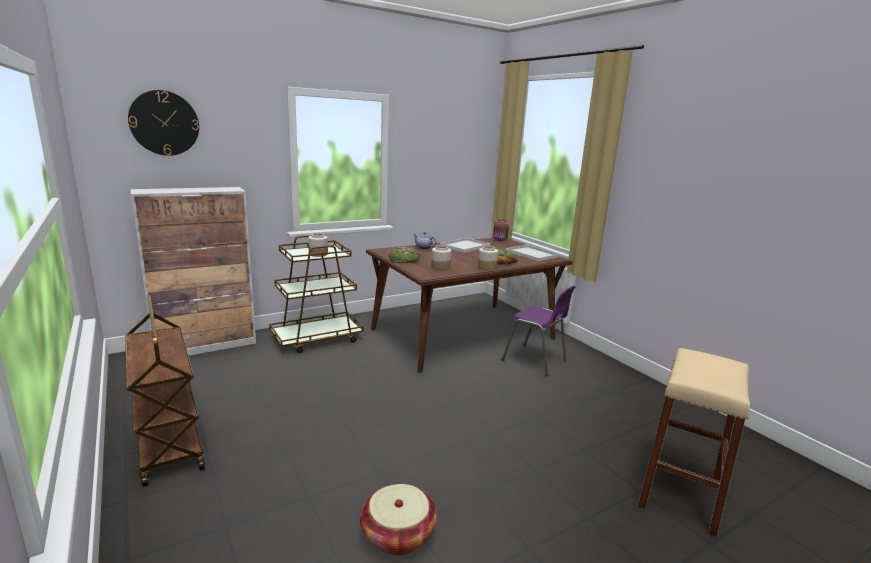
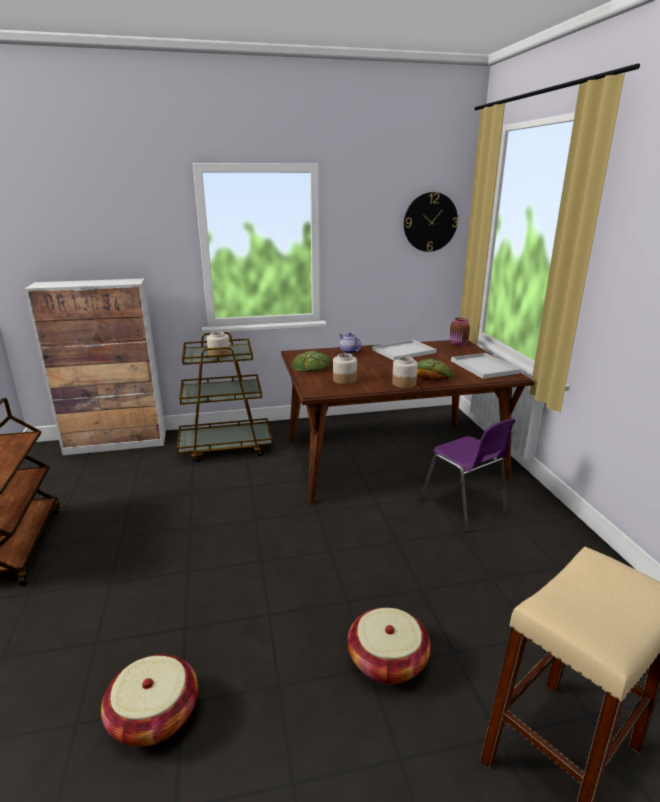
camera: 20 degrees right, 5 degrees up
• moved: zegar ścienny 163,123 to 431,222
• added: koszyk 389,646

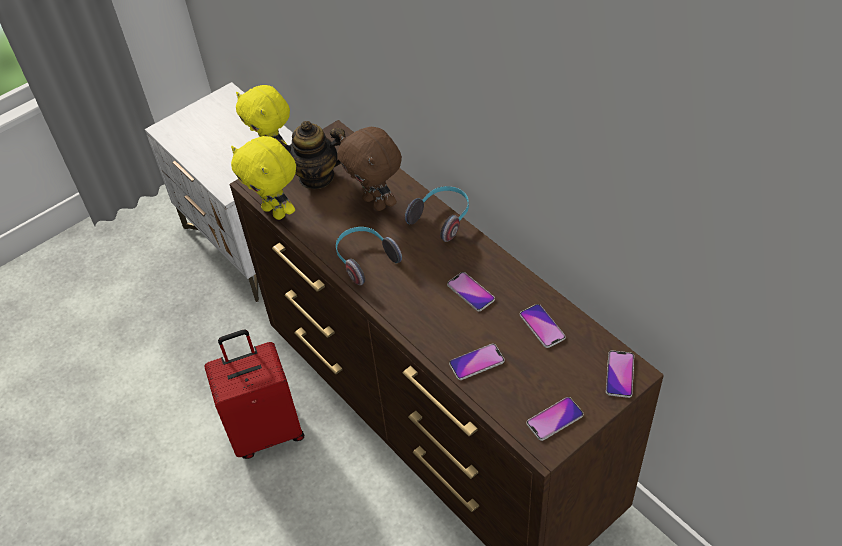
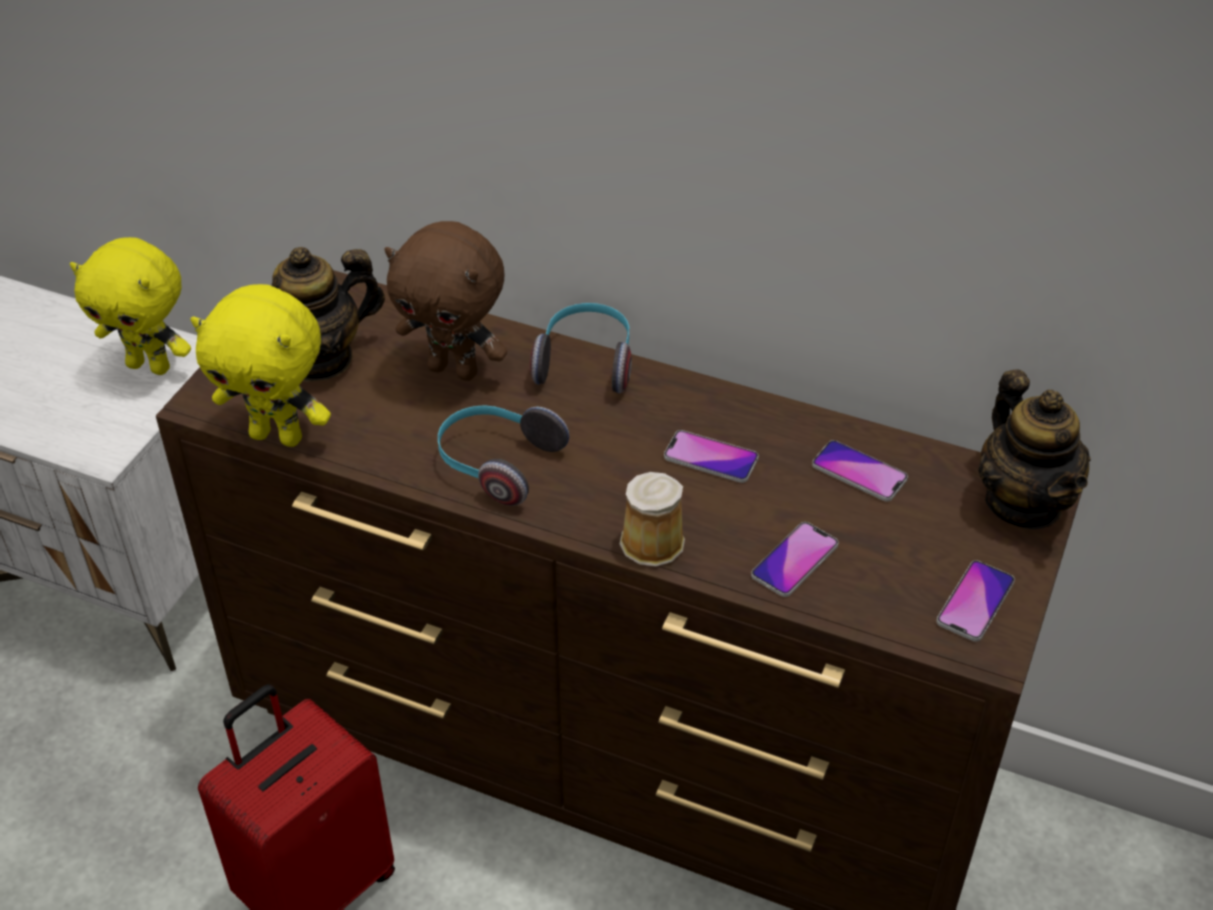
camera: 30 degrees left, 5 degrees down
• replaced: telefon 620,374 to imbryk 1034,450
• added: kubek 652,519

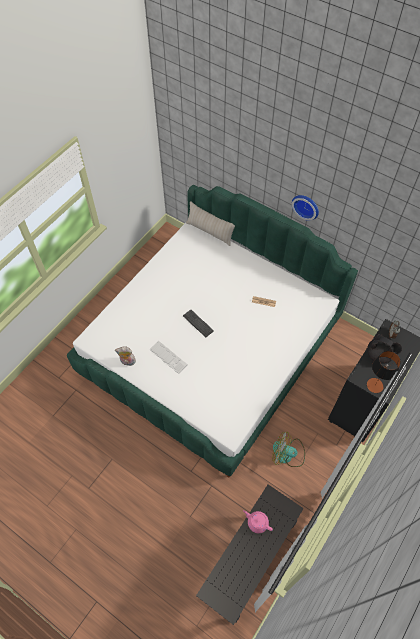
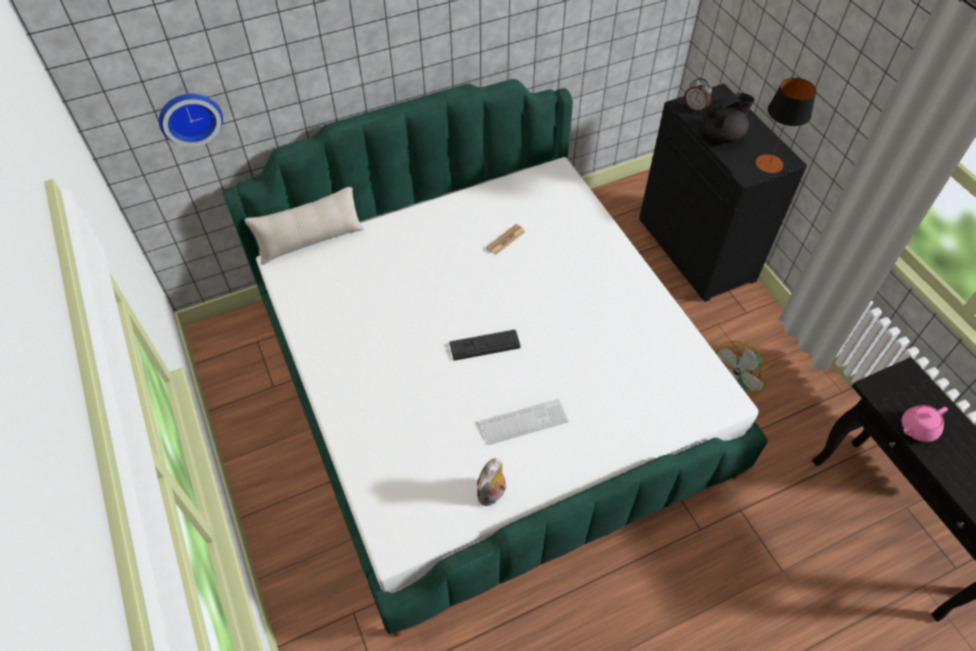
camera: 60 degrees left, 5 degrees down
• moved: zegar ścienny 305,208 to 191,120

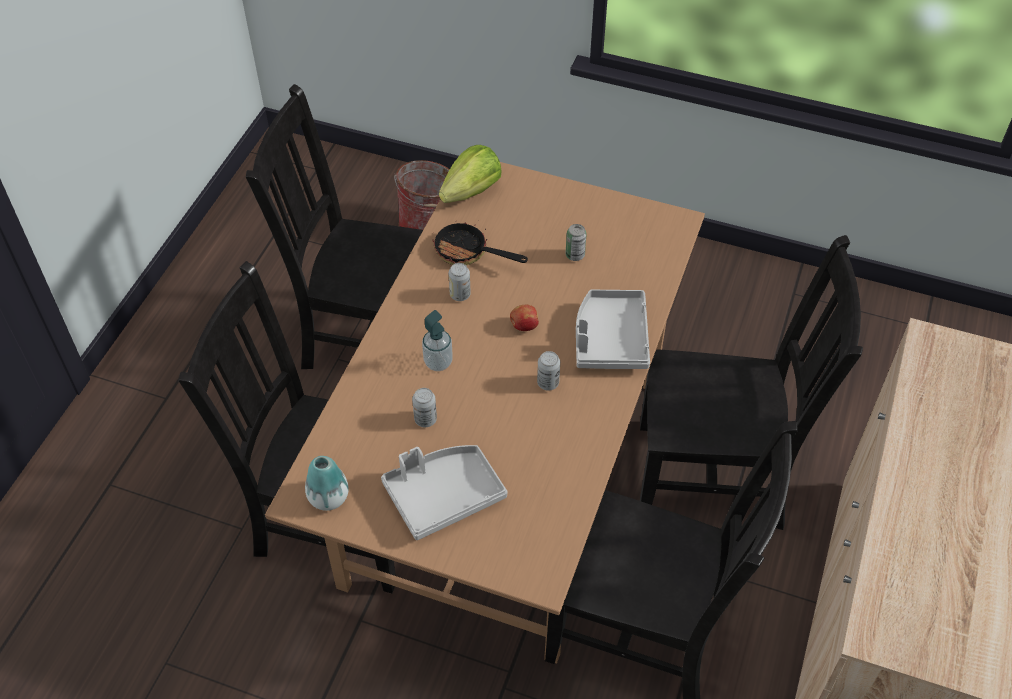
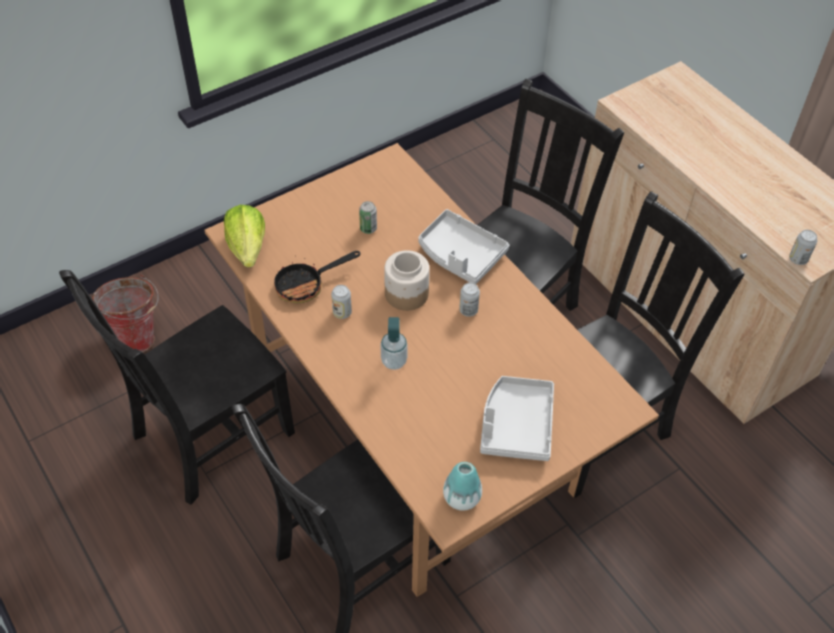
camera: 55 degrees left, 0 degrees up
• moved: puszka 424,407 to 803,247
• replaced: jabłko 524,318 to słoik 407,280

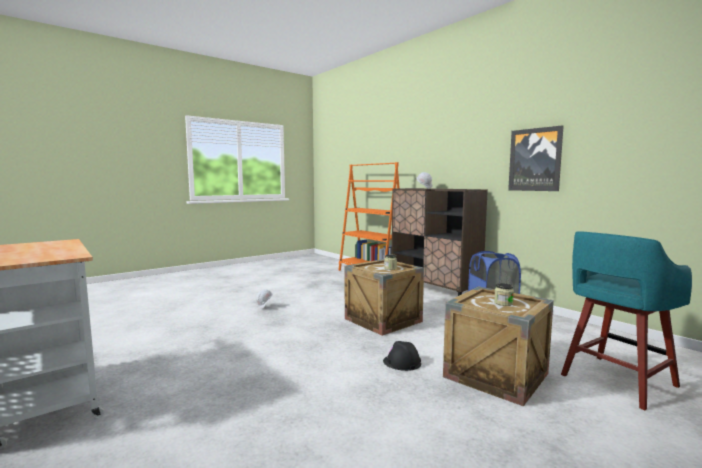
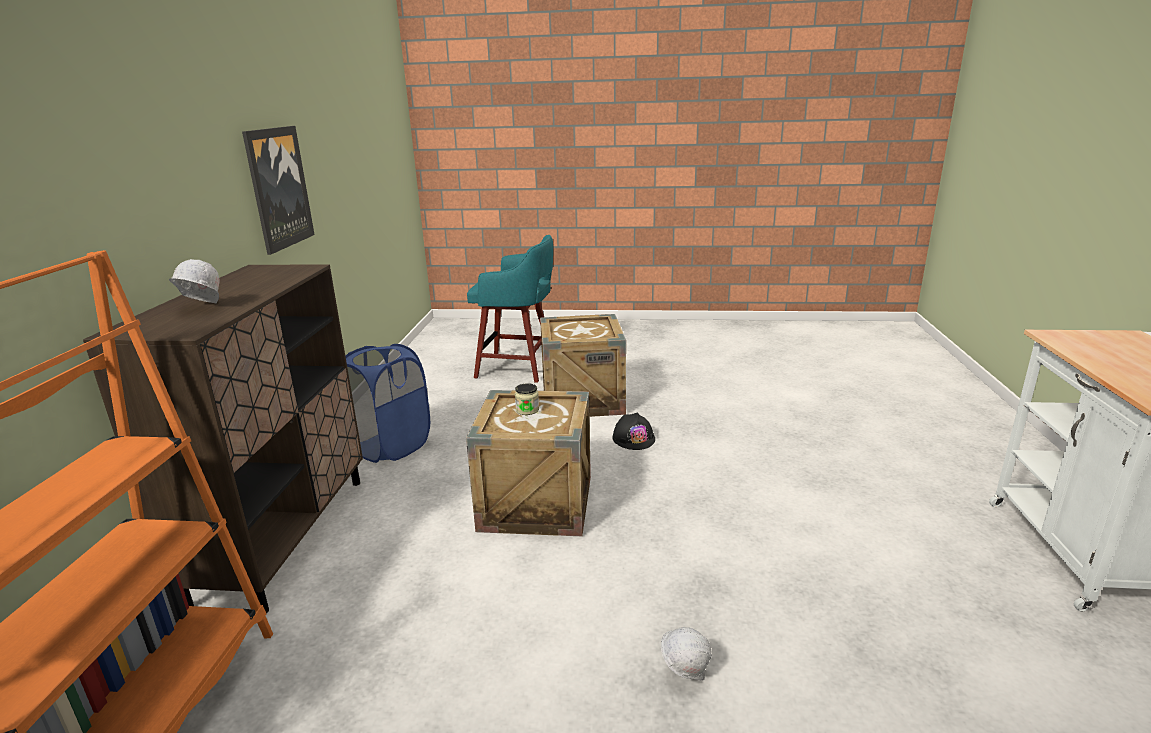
camera: 135 degrees left, 15 degrees up
• removed: słoik 504,294

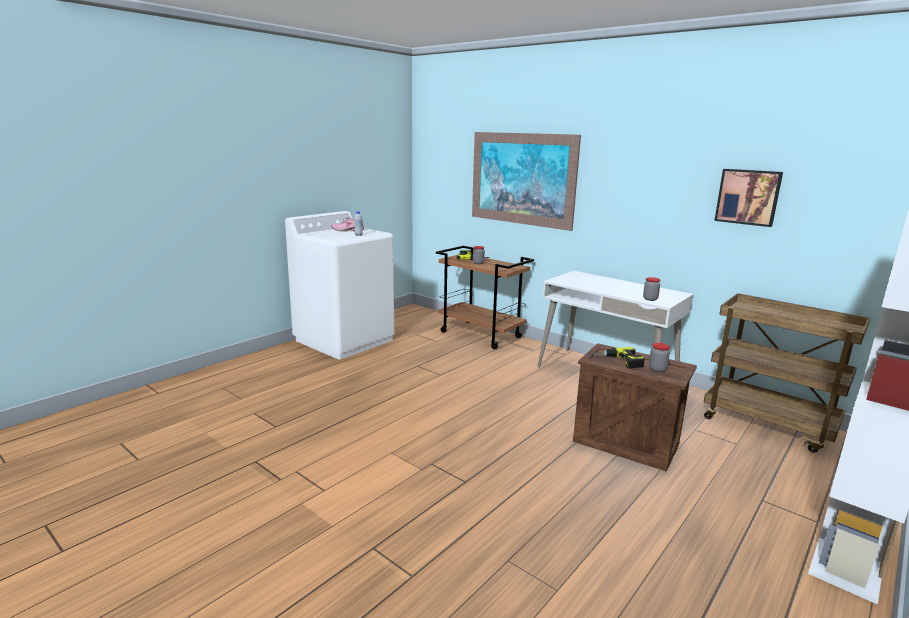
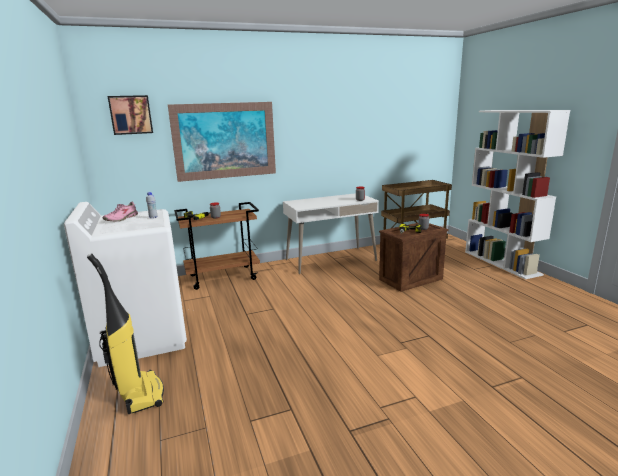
camera: 60 degrees left, 0 degrees up
• moved: obraz 748,198 to 130,115
• added: odkurzacz 125,333

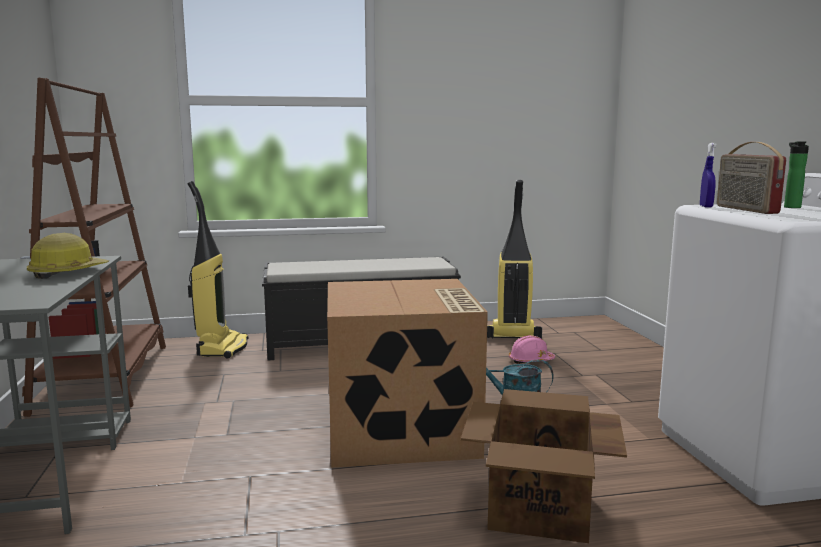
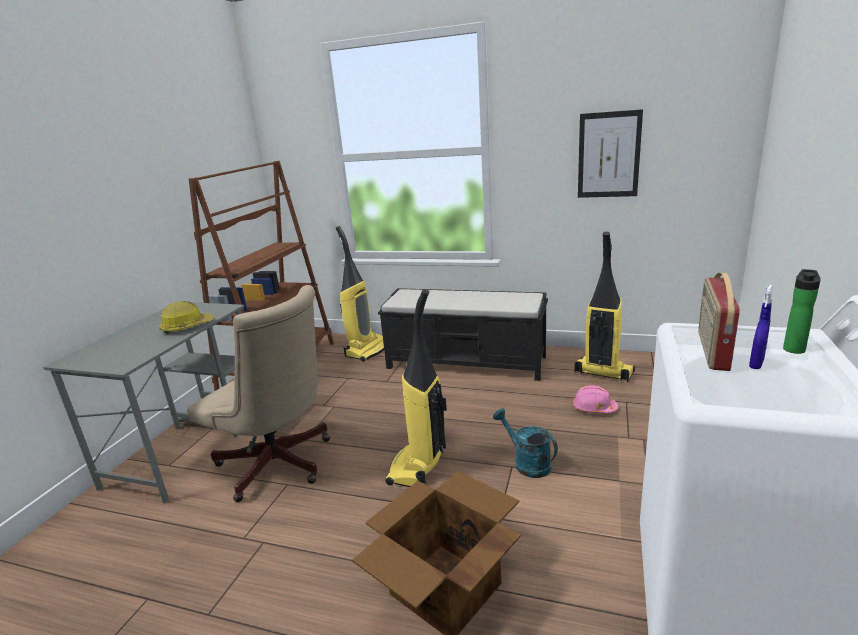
camera: 30 degrees right, 10 degrees up
• replaced: karton 407,373 to odkurzacz 416,388
• moved: spryskiwacz/niebieski 708,175 to 761,327
• added: krzesło biurowe/beżowy 258,393
• added: obraz 610,153

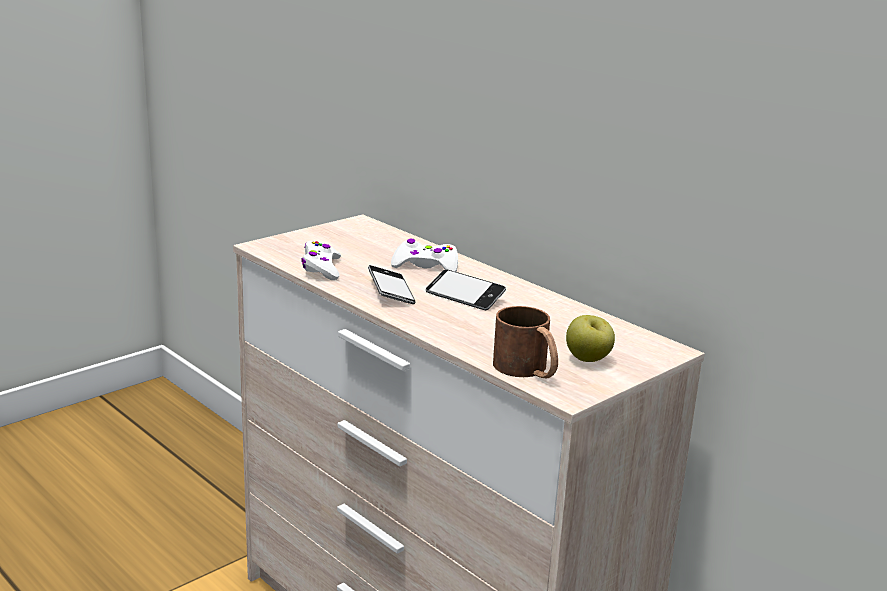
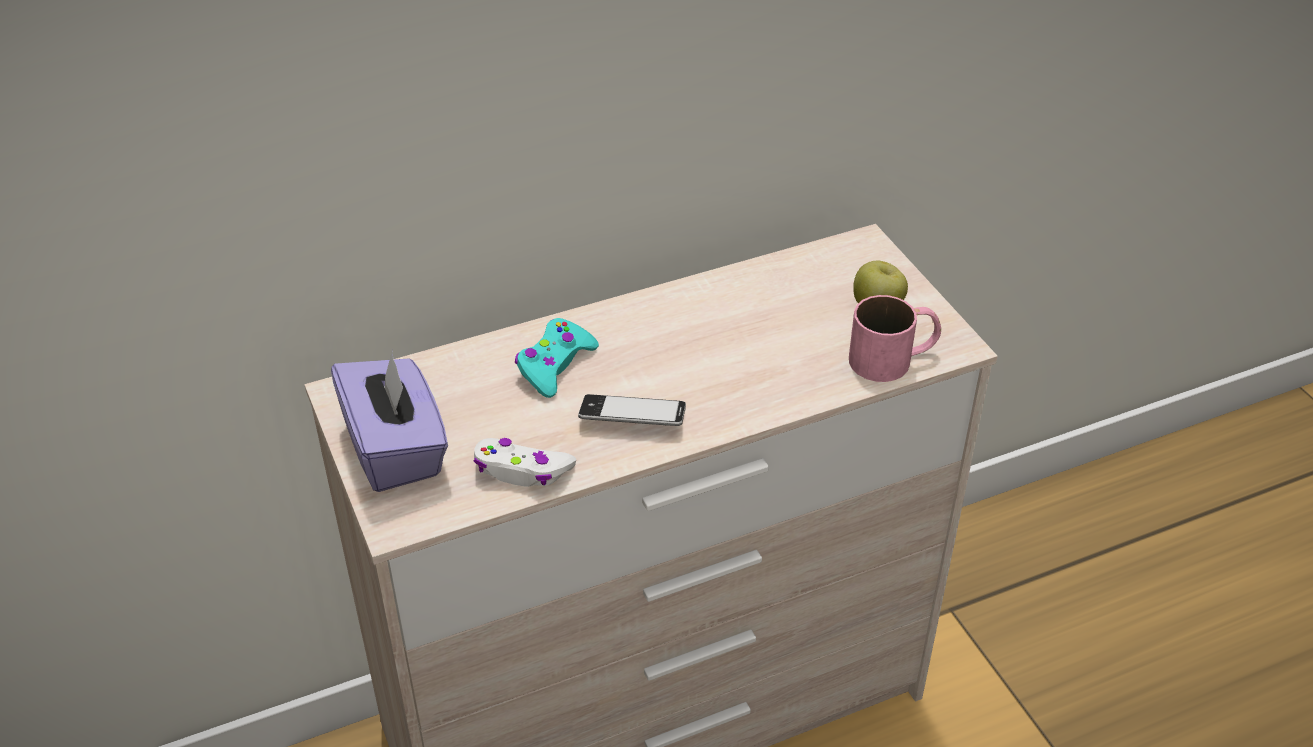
camera: 70 degrees left, 20 degrees up
• recoloured: pad do gier/biały 424,255 to pad do gier/turkusowy 557,358
• removed: telefon 466,289
• recoloured: kubek/brązowy 525,342 to kubek/różowy 895,338
• added: pudełko chusteczek/fioletowy 389,421

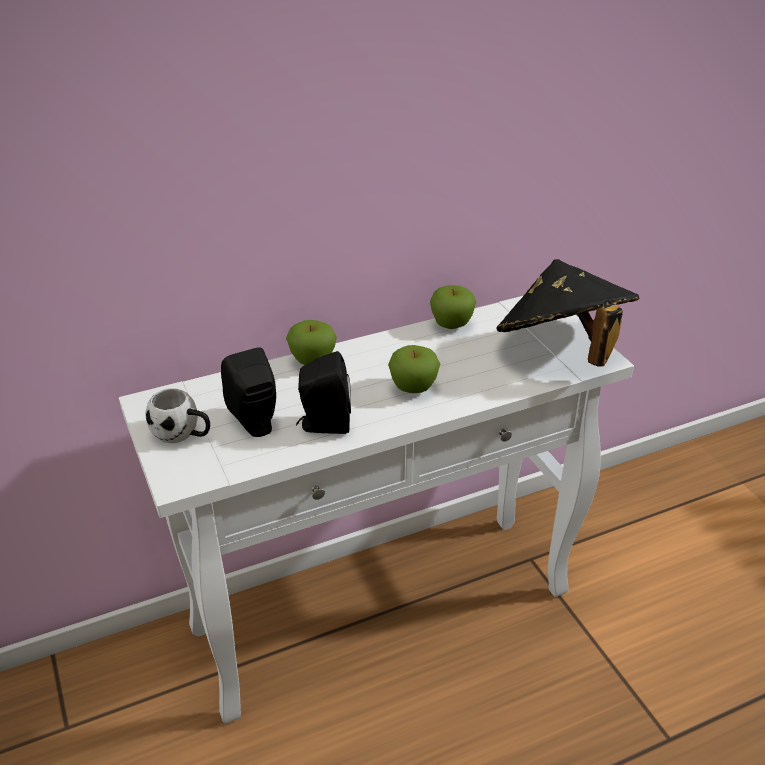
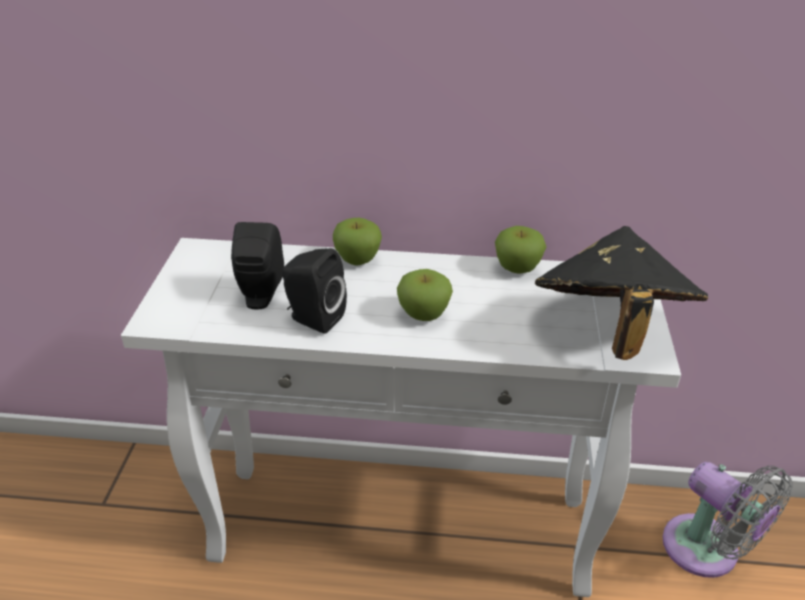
camera: 30 degrees right, 0 degrees up
• removed: kubek/biały 177,415
• added: wentylator/szary 727,520

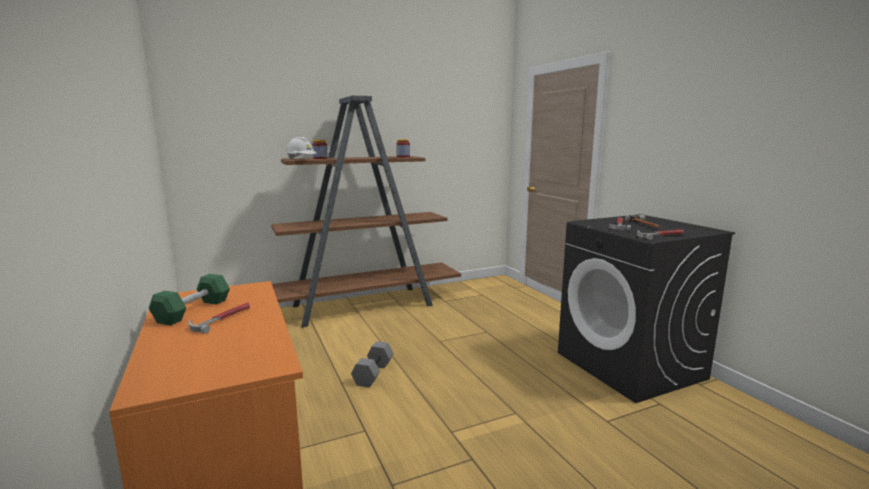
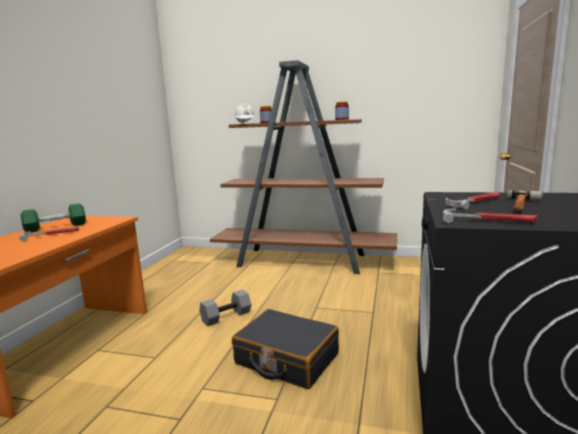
camera: 40 degrees right, 0 degrees up
• added: walizka/czarny 285,349

